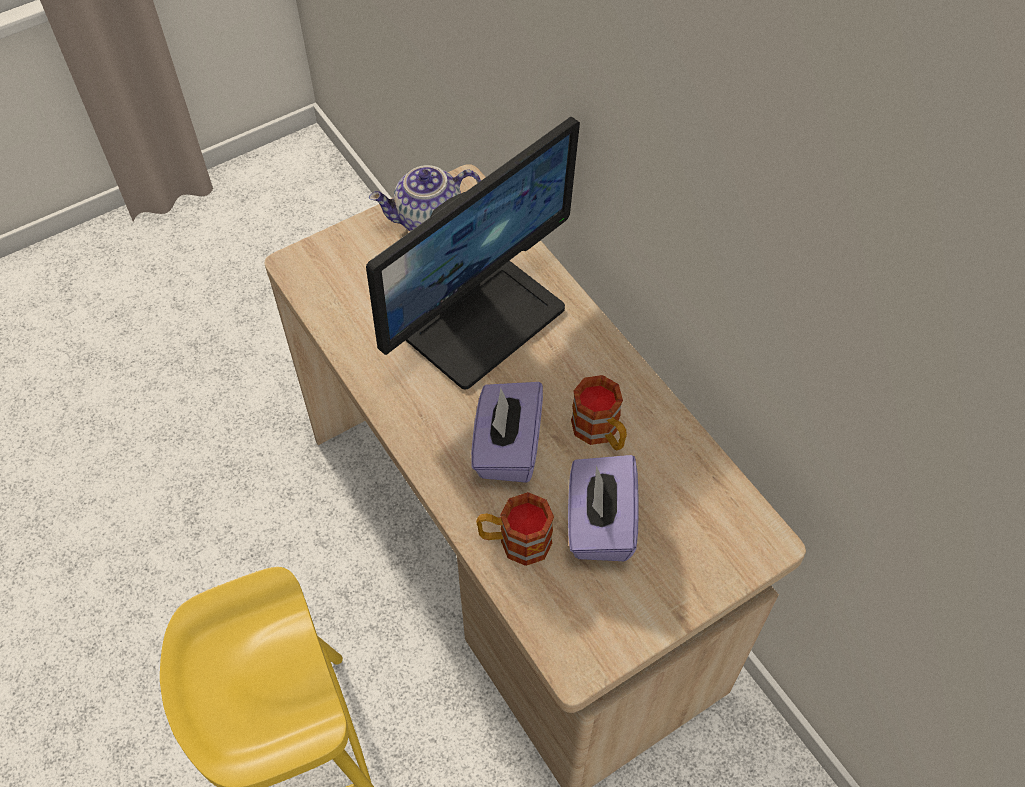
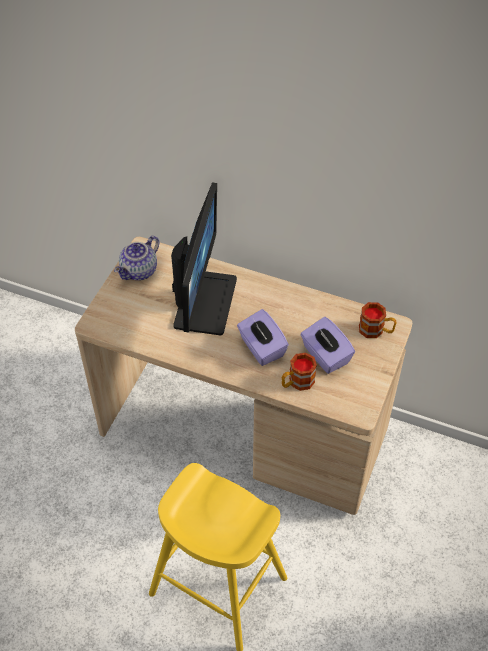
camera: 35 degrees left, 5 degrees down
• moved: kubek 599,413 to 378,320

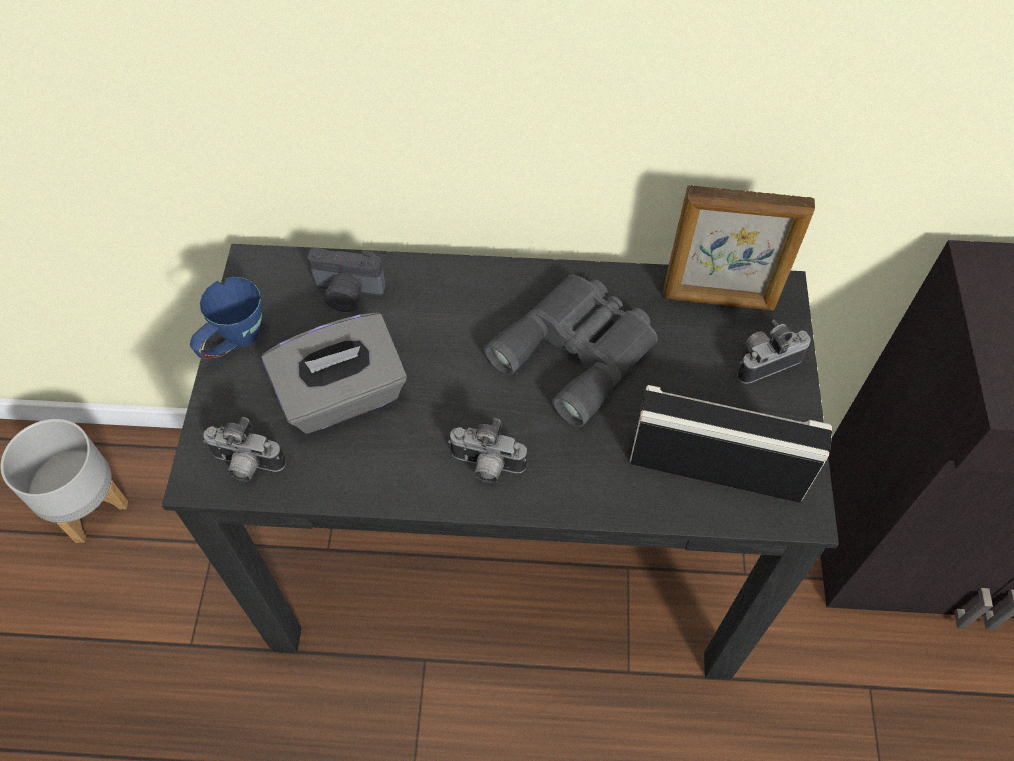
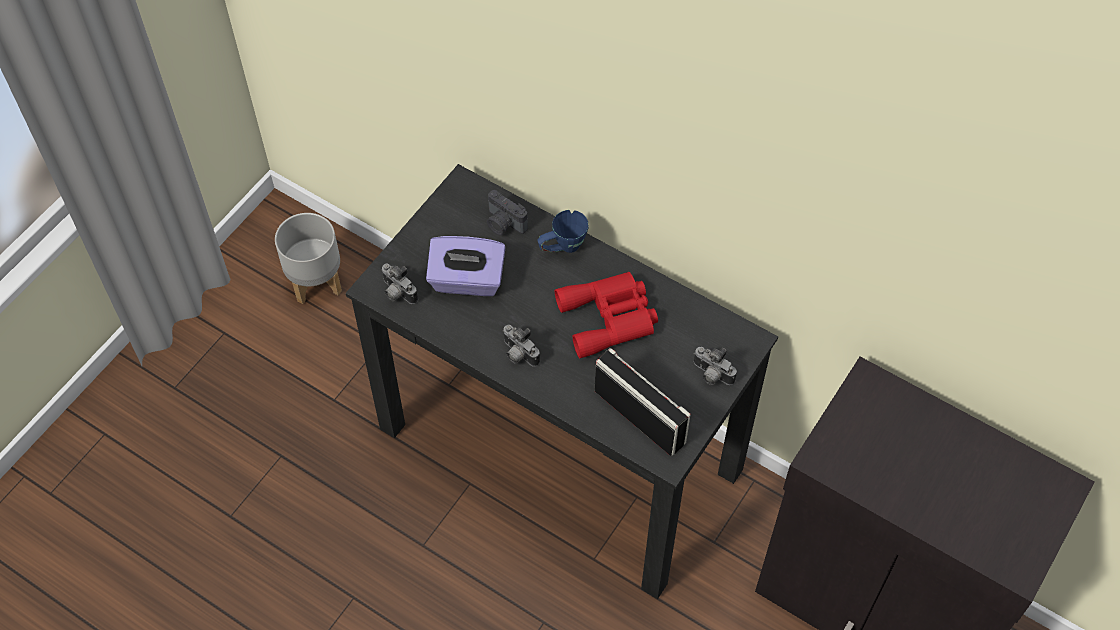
camera: 30 degrees right, 0 degrees up
• moved: kubek/niebieski 226,318 to 563,231
• recoloured: pudełko chusteczek/szary 334,372 to pudełko chusteczek/fioletowy 466,266
• recoloured: lornetka/szary 571,350 to lornetka/czerwony 606,315
• removed: ramka na zdjęcie 739,248
• turned: aparat fotograficzny 774,352 = 715,366 150 degrees counterclockwise

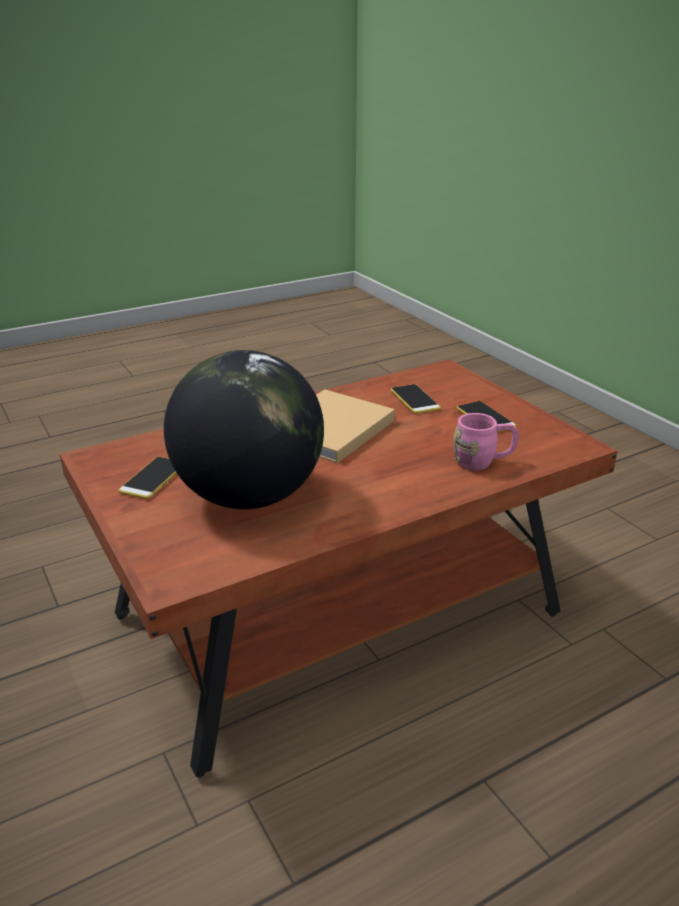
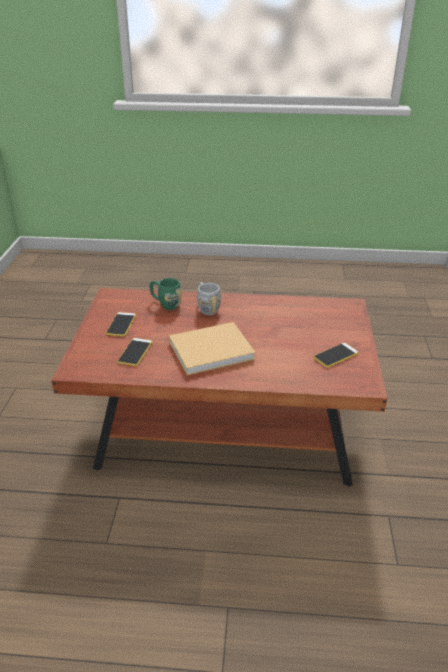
camera: 145 degrees left, 5 degrees up
• removed: globus 244,429
• recoloured: kubek/różowy 486,441 to kubek/zielony 166,294
• added: kubek/szary 209,298

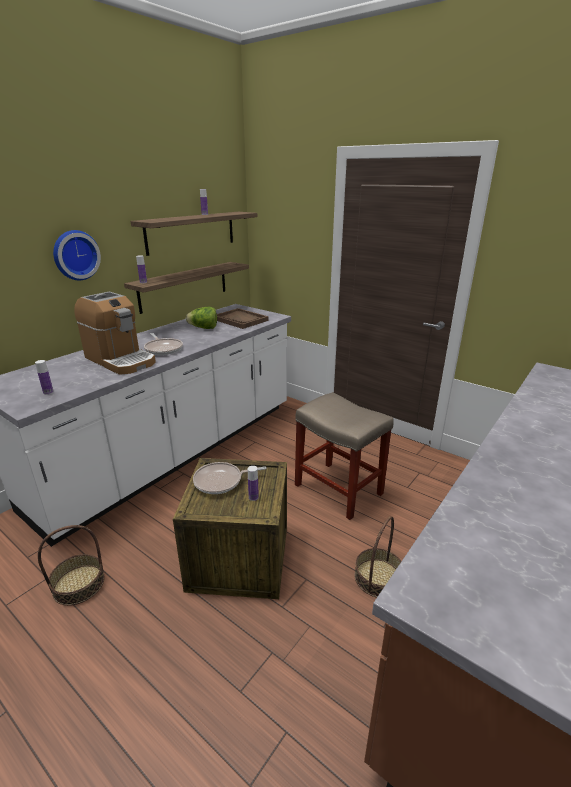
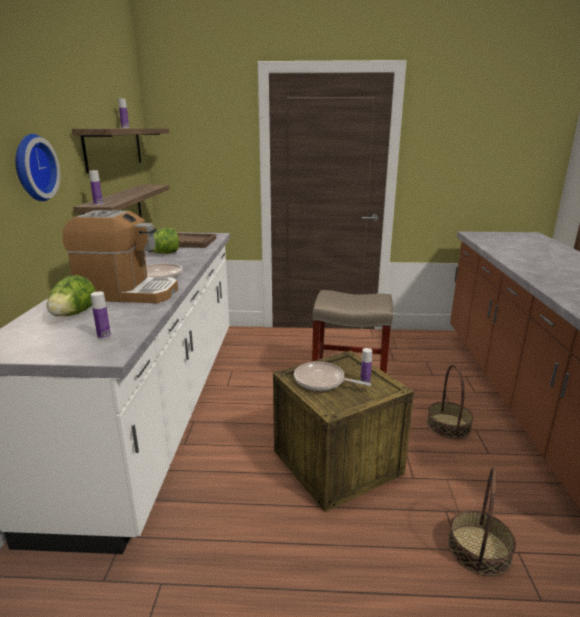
camera: 35 degrees left, 5 degrees down
• moved: koszyk 71,565 to 482,521
• turned: patelnia 229,478 = 332,376 75 degrees clockwise
• added: sałata 71,295

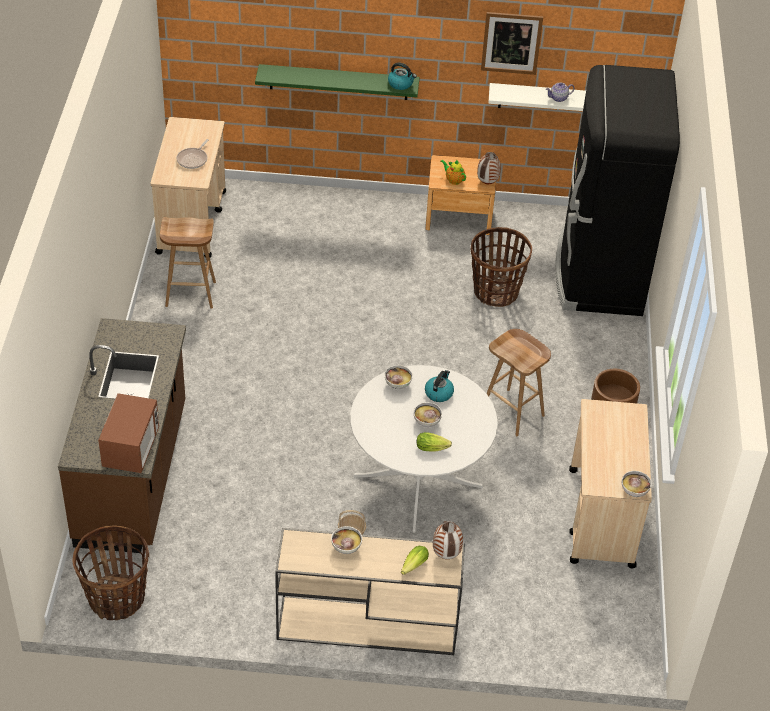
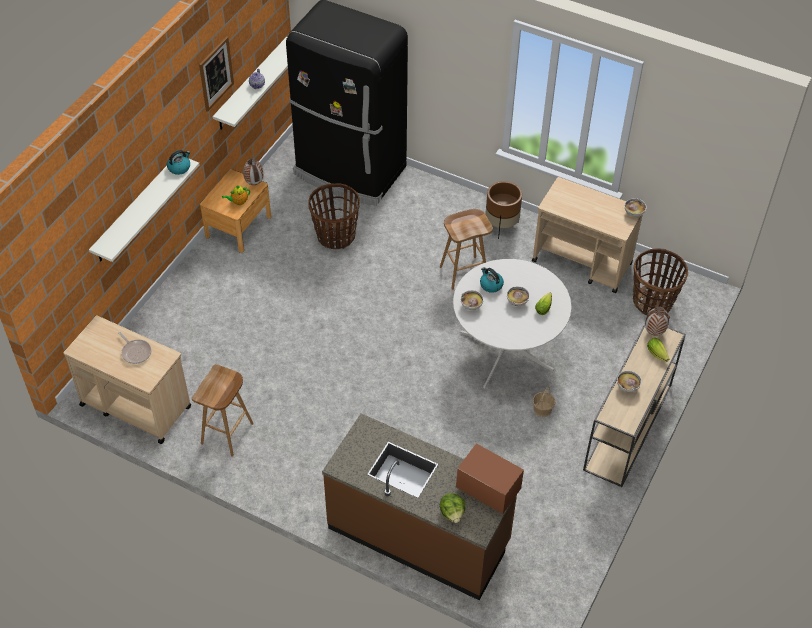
camera: 65 degrees left, 5 degrees up
• moved: koszyk 110,572 to 660,281
• recoloured: półka/zielony 337,82 to półka/biały 144,210
• added: sałata 453,508

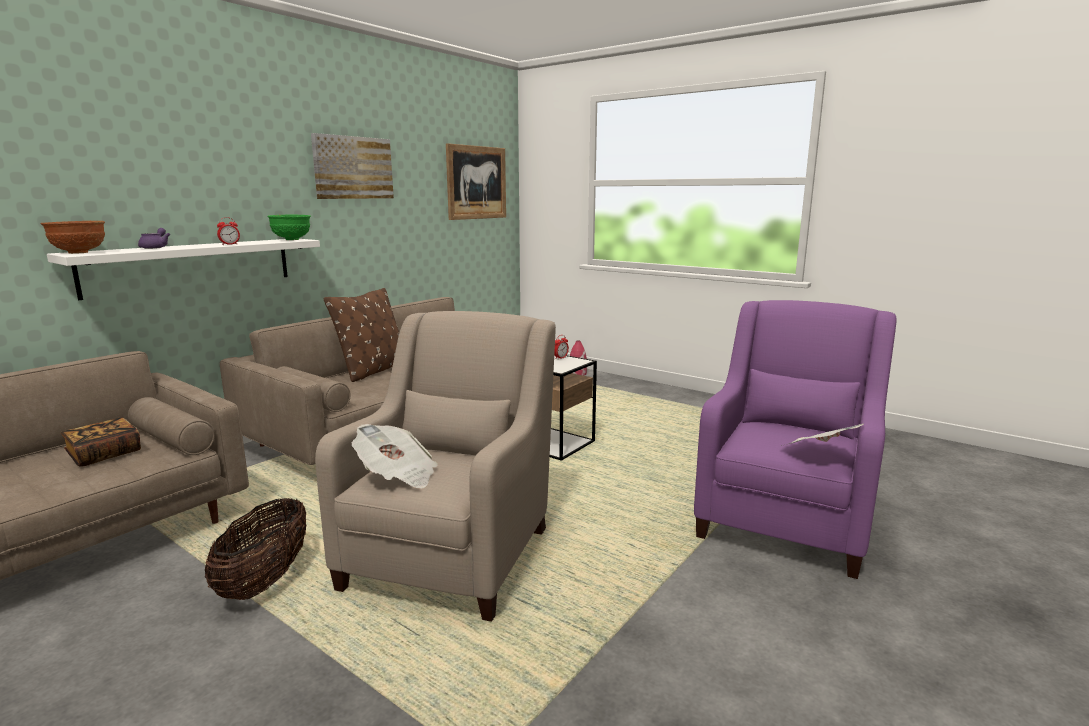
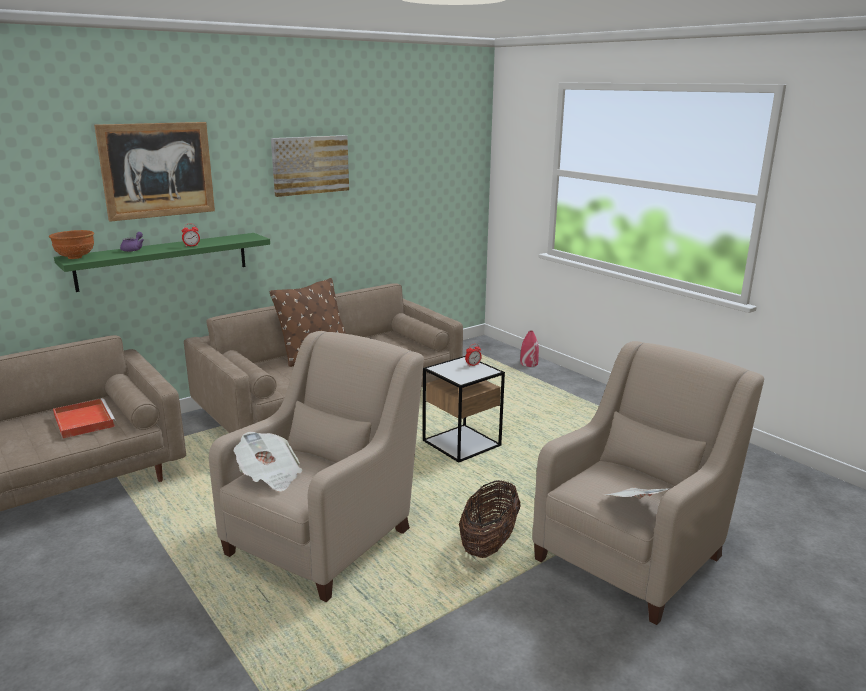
camera: 15 degrees right, 5 degrees up
• recoloured: półka/biały 183,269 to półka/zielony 162,262
• replaced: książka 101,442 to taca/czerwony 84,418
• moved: koszyk 255,549 to 490,519
• removed: miska/zielony 289,227
• moved: obraz 476,181 to 154,172
• recoloured: fotel/fioletowy 795,439 to fotel/beżowy 648,483

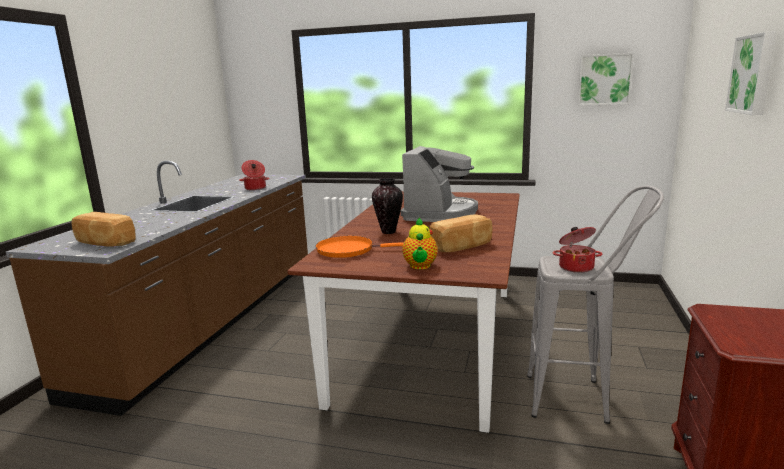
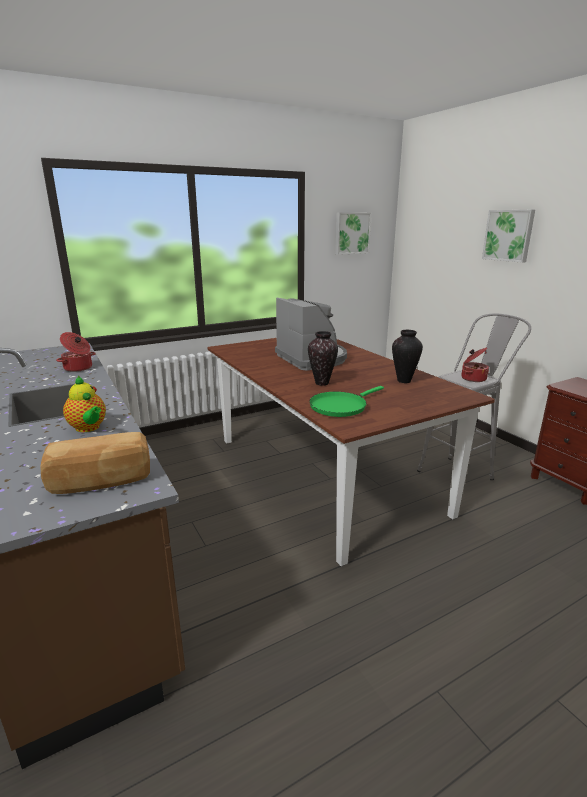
camera: 45 degrees left, 5 degrees up
• recoloured: patelnia/pomarańczowy 359,247 to patelnia/zielony 346,401
• moved: imbryk 420,243 to 84,404
• replaced: chleb 461,233 to wazon 407,356

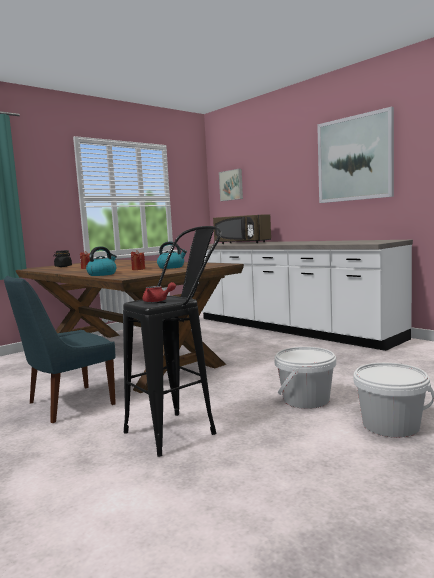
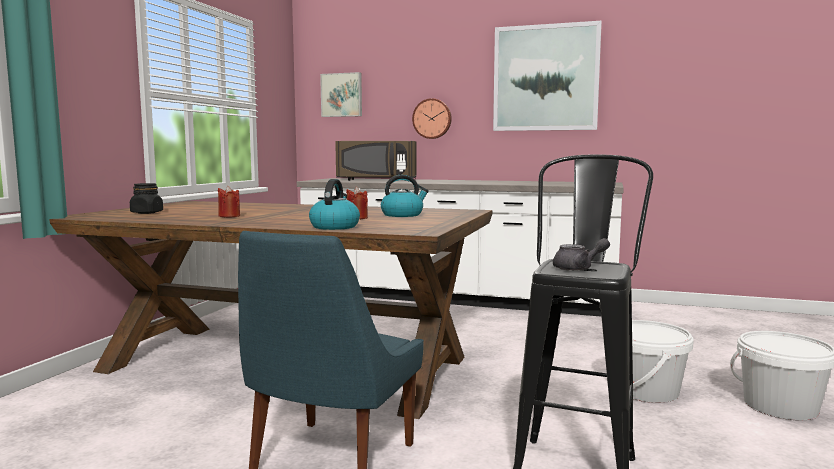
camera: 30 degrees left, 0 degrees up
• recoloured: imbryk/czerwony 159,292 to imbryk/szary 581,254
• added: zegar ścienny 432,118

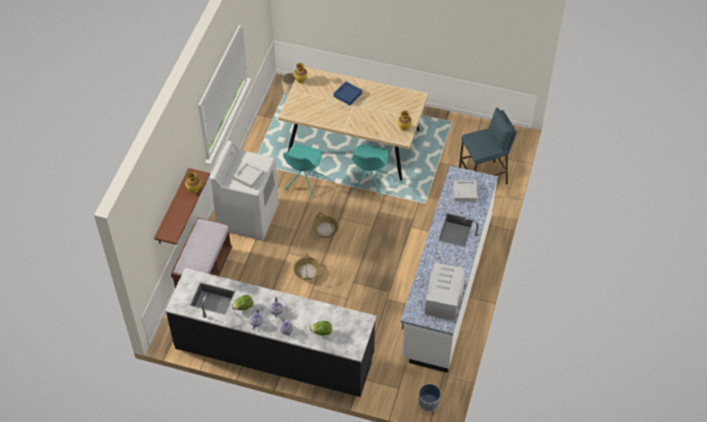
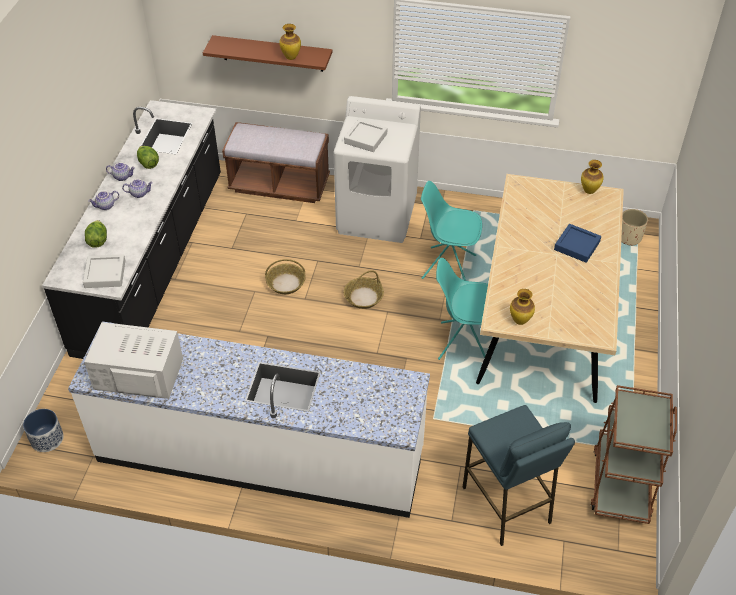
camera: 85 degrees right, 5 degrees down
• moved: taca/szary 465,190 to 104,271
• added: wózek/brązowy 633,454

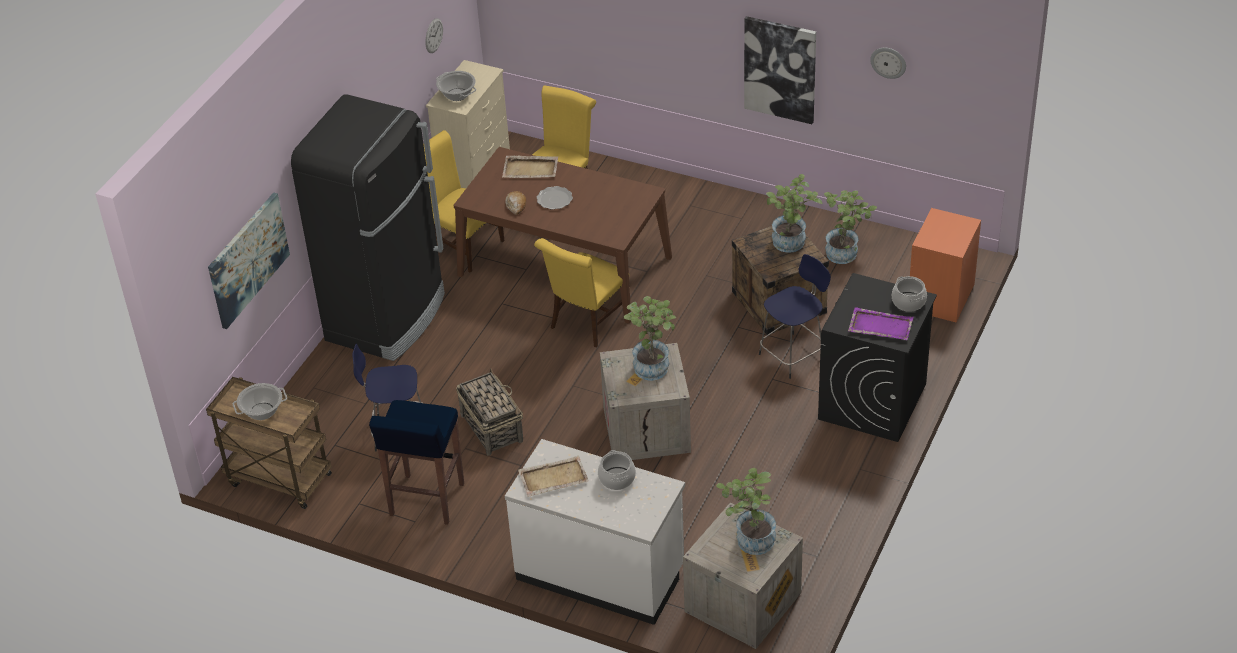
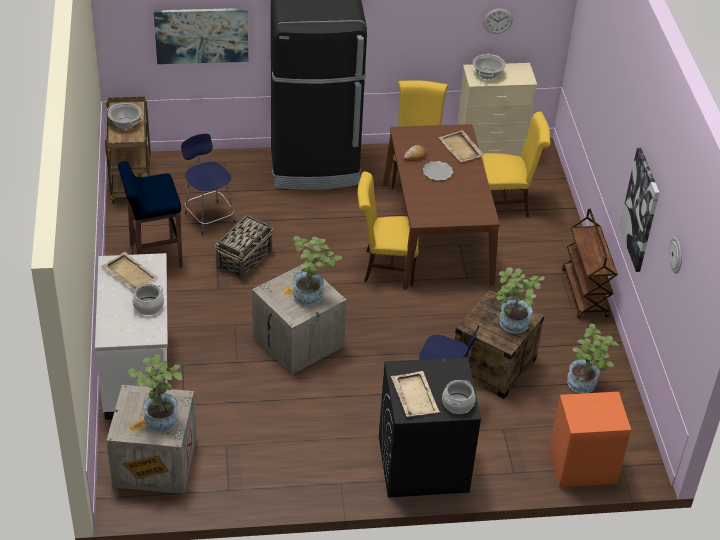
camera: 55 degrees right, 0 degrees up
• recoloured: taca/fioletowy 881,323 to taca/beżowy 415,394
• added: wózek/brązowy 590,264

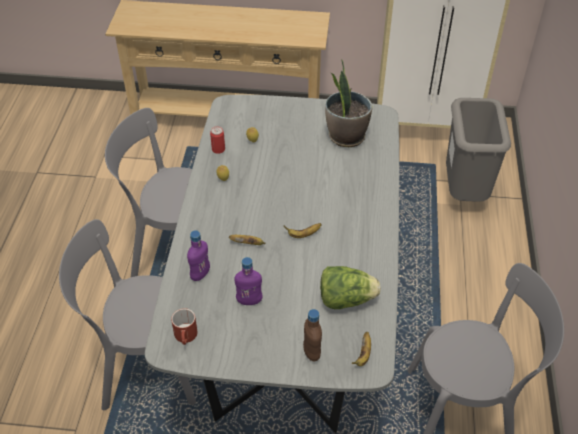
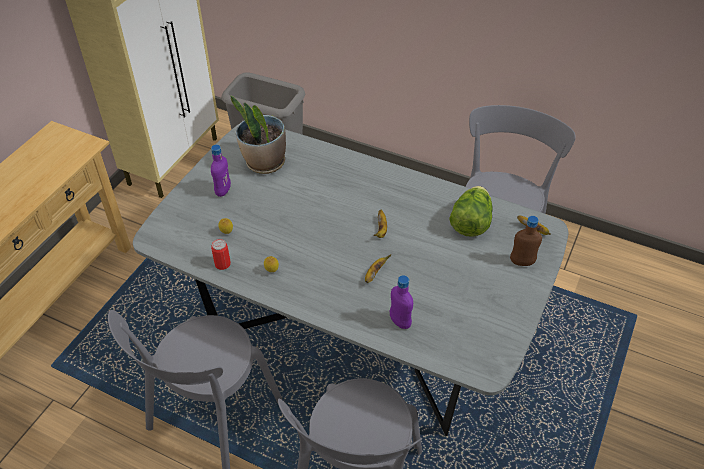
camera: 70 degrees left, 0 degrees up
• removed: kubek/czerwony 184,326
• moved: butelka/fioletowy 248,281 to 221,171

